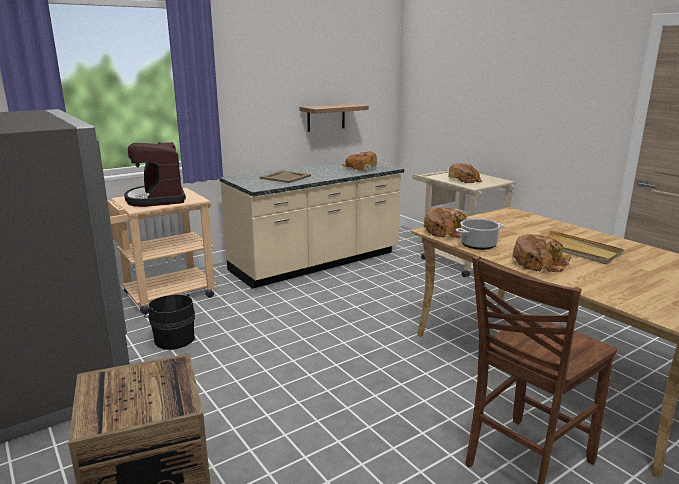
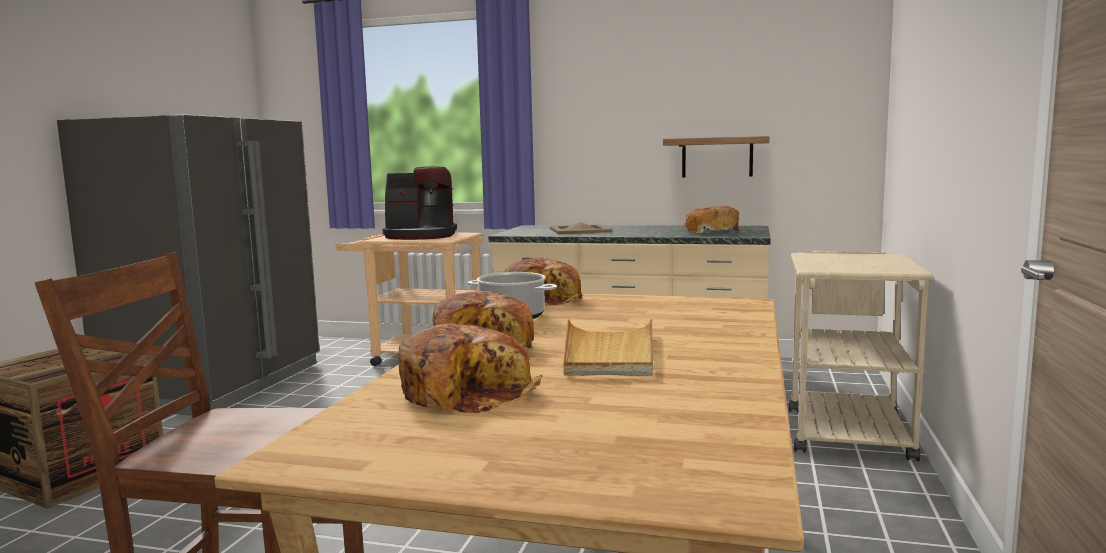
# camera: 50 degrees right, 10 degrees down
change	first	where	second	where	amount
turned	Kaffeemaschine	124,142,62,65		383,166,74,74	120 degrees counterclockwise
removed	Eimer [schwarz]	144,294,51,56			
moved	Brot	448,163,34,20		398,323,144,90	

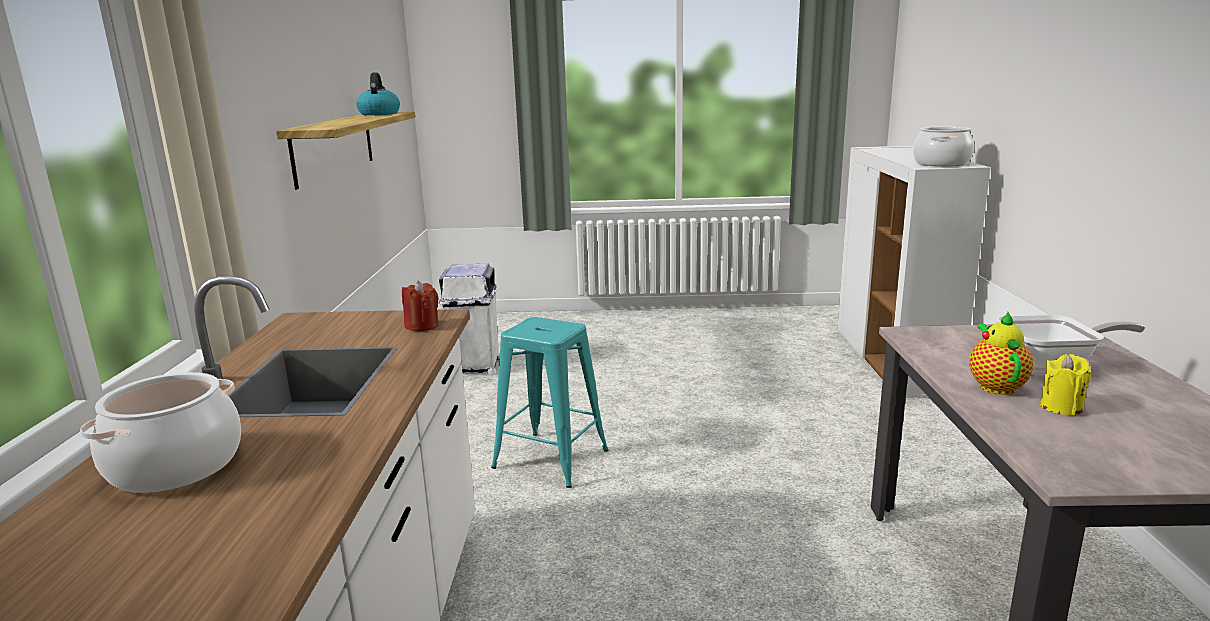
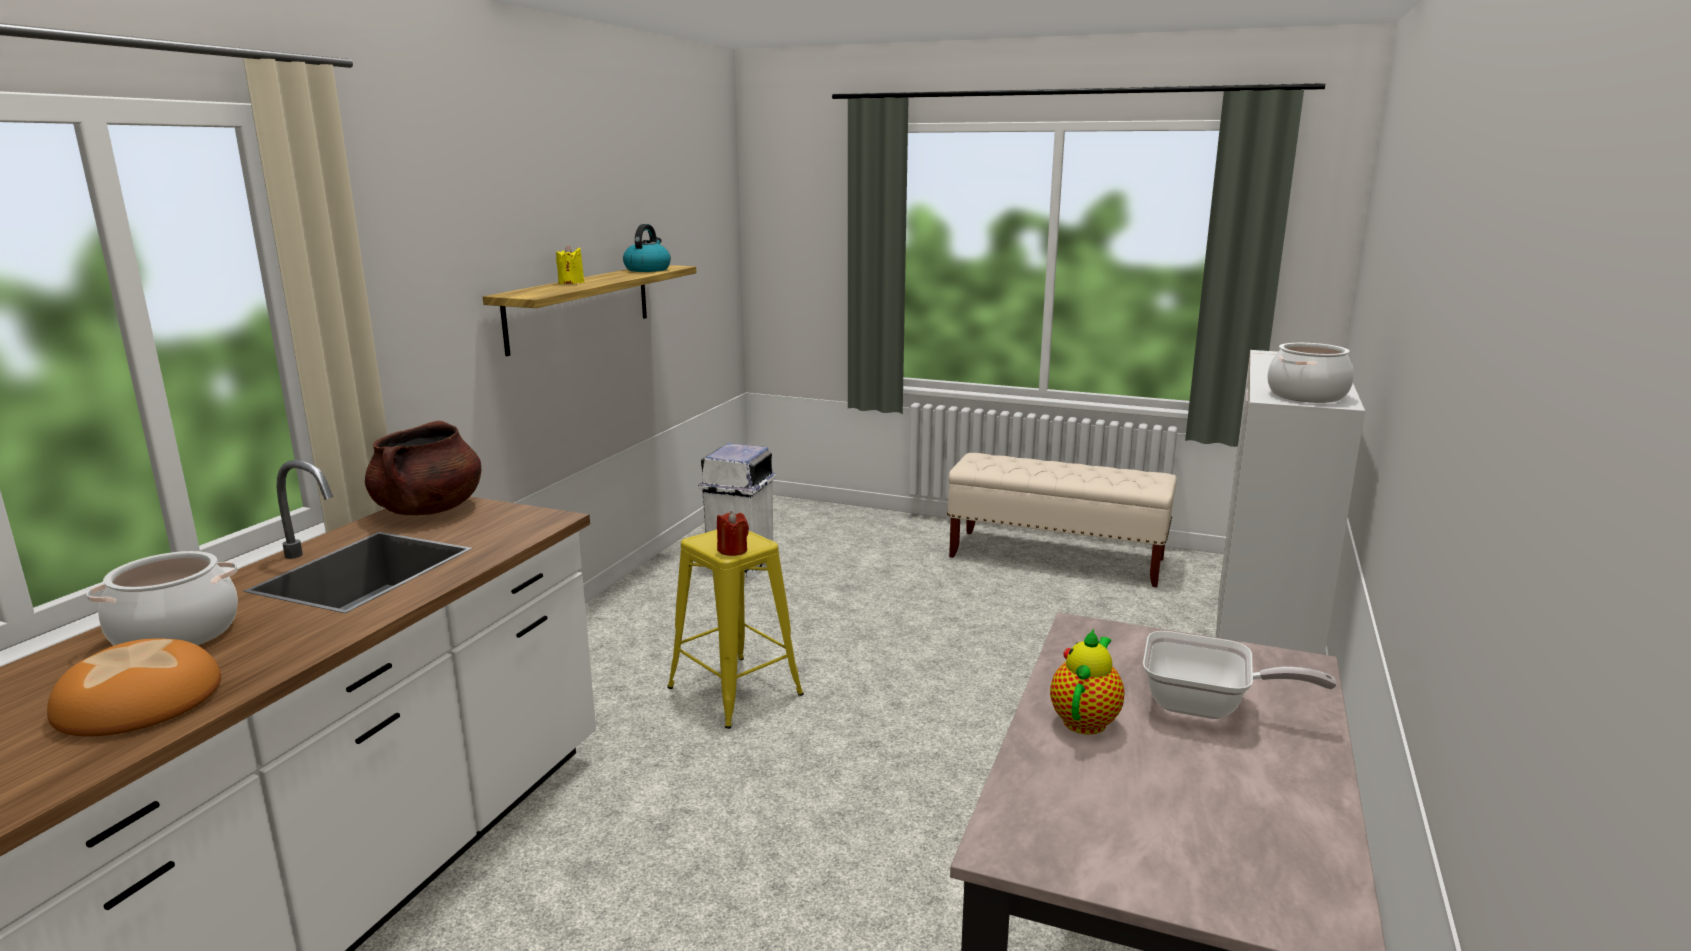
# camera: 20 degrees right, 0 degrees up
change	first	where	second	where	amount
moved	Kerze [rot]	402,281,37,50		717,511,32,45	
recoloured	Hocker [türkis]	491,317,118,171	Hocker [gelb]	667,529,137,200	
moved	Kerze [gelb]	1040,354,51,62		556,245,28,39	
added			Brot	47,638,174,98	
added			Kochtopf [braun]	365,421,117,94	
added			Bank [beige]	947,453,230,134	

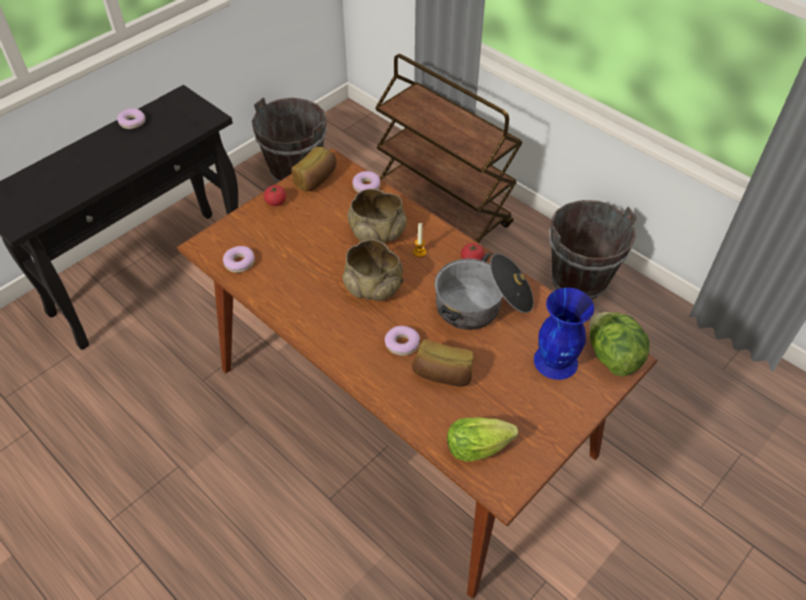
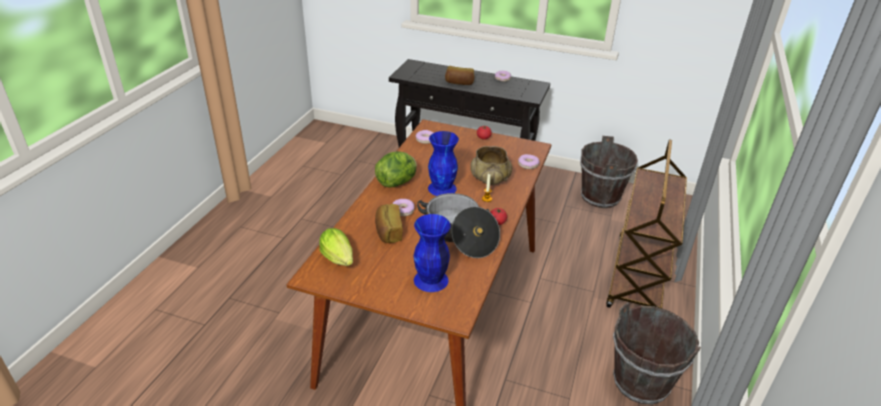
# camera: 65 degrees right, 15 degrees down
change	first	where	second	where	amount
moved	Brot	292,147,44,44		445,66,29,19	
replaced	Schüssel [beige]	343,239,61,62	Vase [blau]	428,131,31,65	
moved	Salatkopf	589,312,61,65		375,151,42,37	

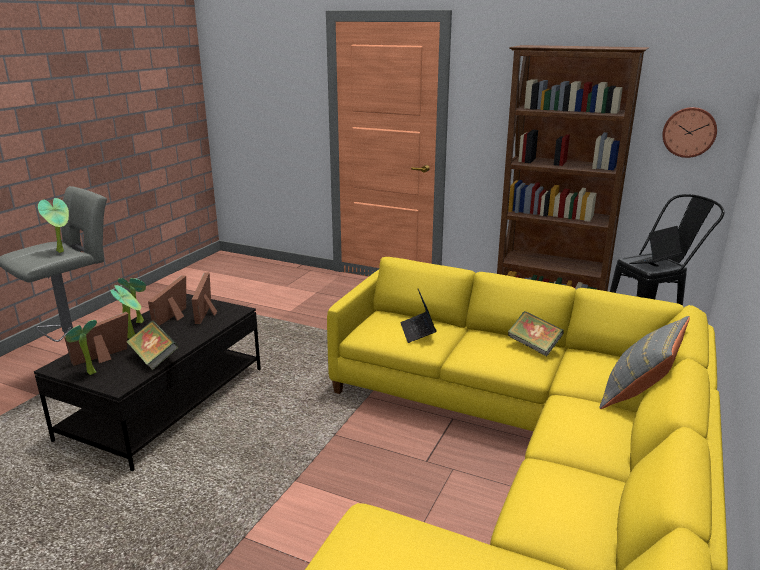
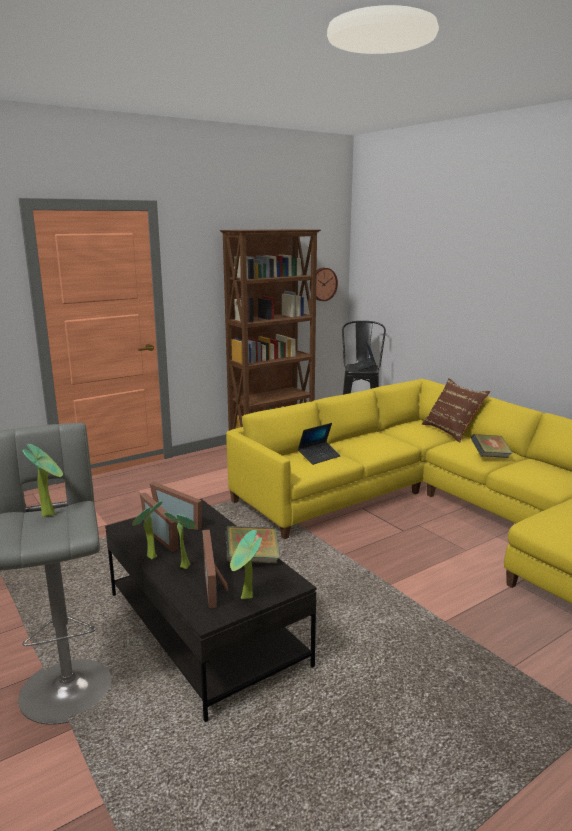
# camera: 60 degrees left, 5 degrees down
change	first	where	second	where	amount
turned	Laptop	400,289,37,54		298,423,42,42	60 degrees counterclockwise
moved	Buch	508,311,56,46		471,434,41,24	
recoloured	Kissen [grau]	599,316,91,93	Kissen [braun]	422,378,68,64	

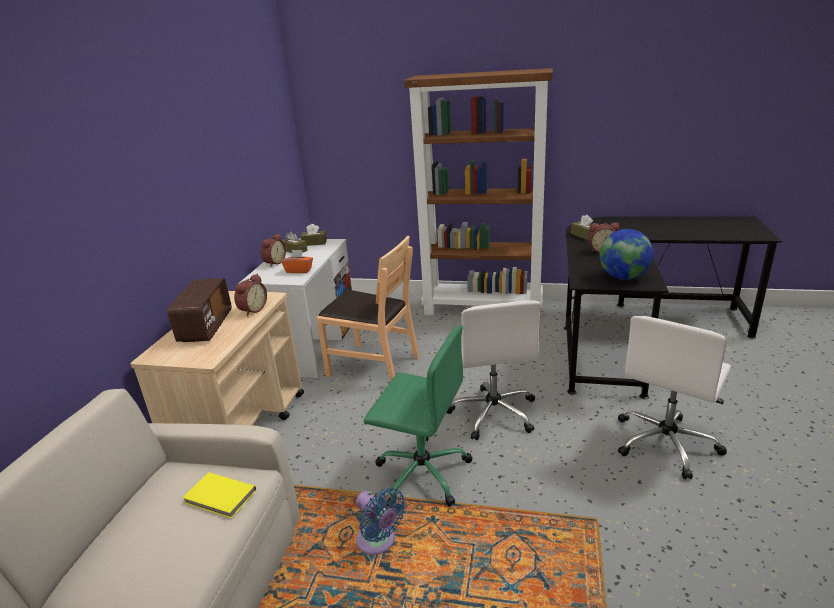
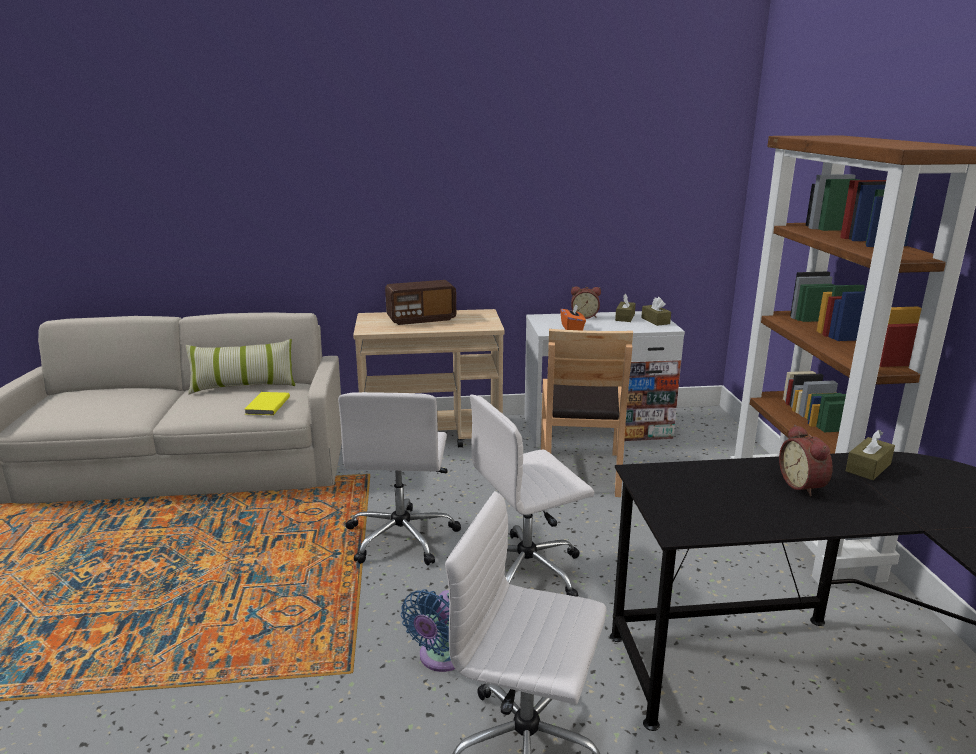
# camera: 70 degrees right, 5 degrees down
change	first	where	second	where	amount
removed	Wecker	234,274,33,42			
moved	Ventilator [blau]	356,488,50,67		401,589,54,83	
recoloured	Bürostuhl [grün]	364,325,108,182	Bürostuhl [weiß]	338,392,123,173	
removed	Globus	599,229,55,51			
added			Kissen	186,339,109,56	

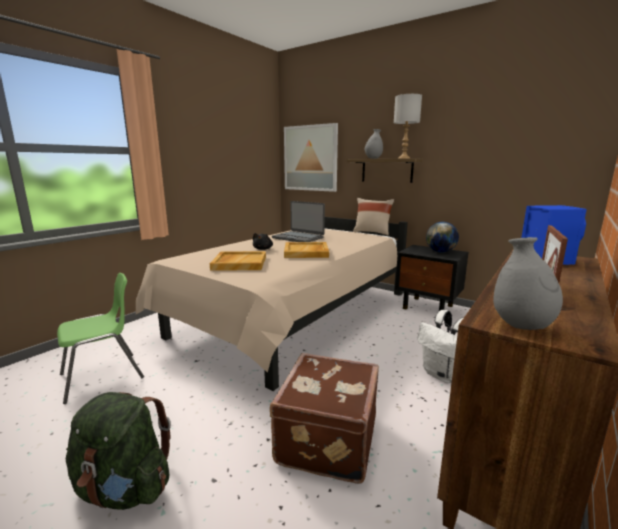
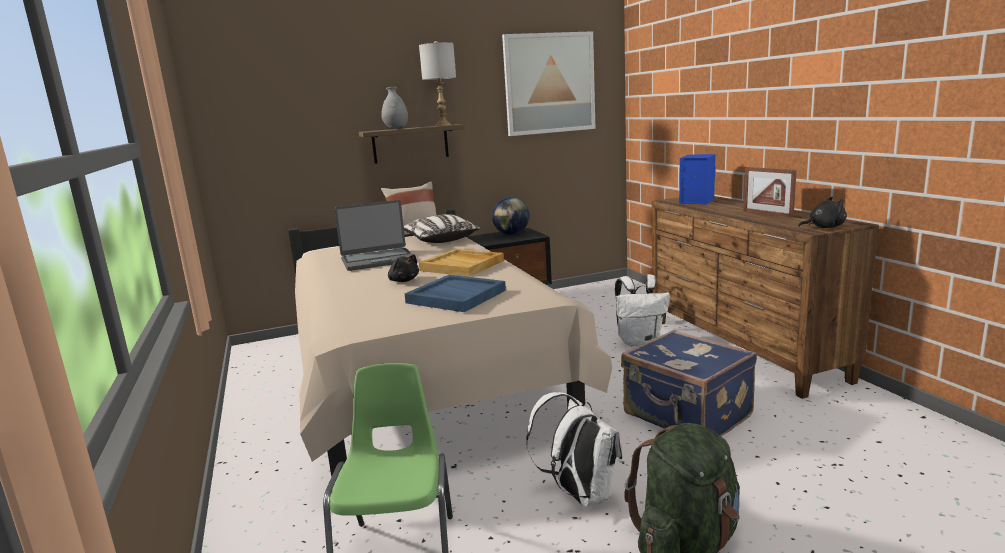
# camera: 55 degrees left, 0 degrees up
change	first	where	second	where	amount
recoloured	Tablett [beige]	210,251,56,20	Tablett [blau]	405,275,101,37	
recoloured	Koffer [braun]	270,353,109,131	Koffer [blau]	621,330,136,106	
moved	Bild	284,123,54,69		502,31,93,105	
replaced	Vase [grau]	493,237,70,93	Plüschtier [schwarz]	798,197,48,31	
added			Kissen	404,214,76,29	
added			Rucksack [weiß]	526,392,96,115	

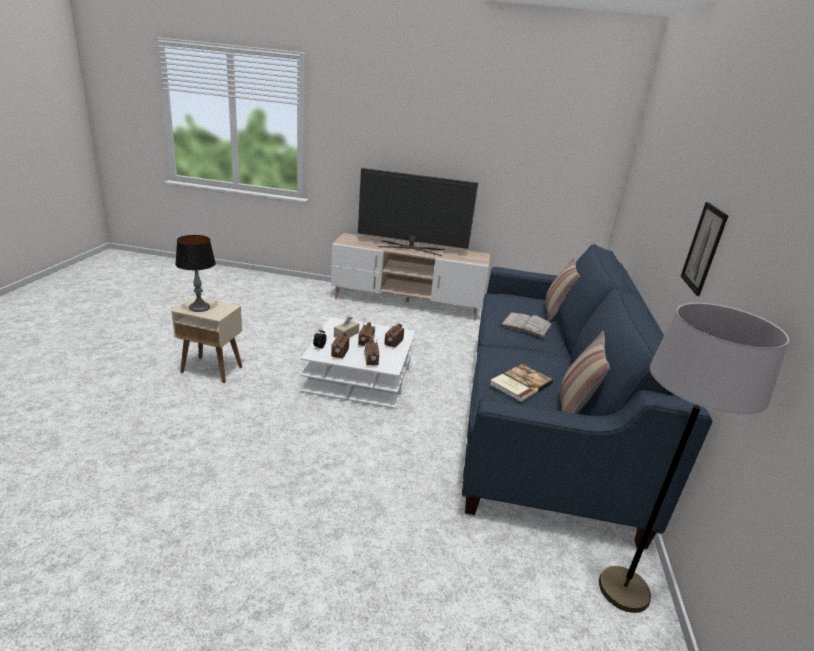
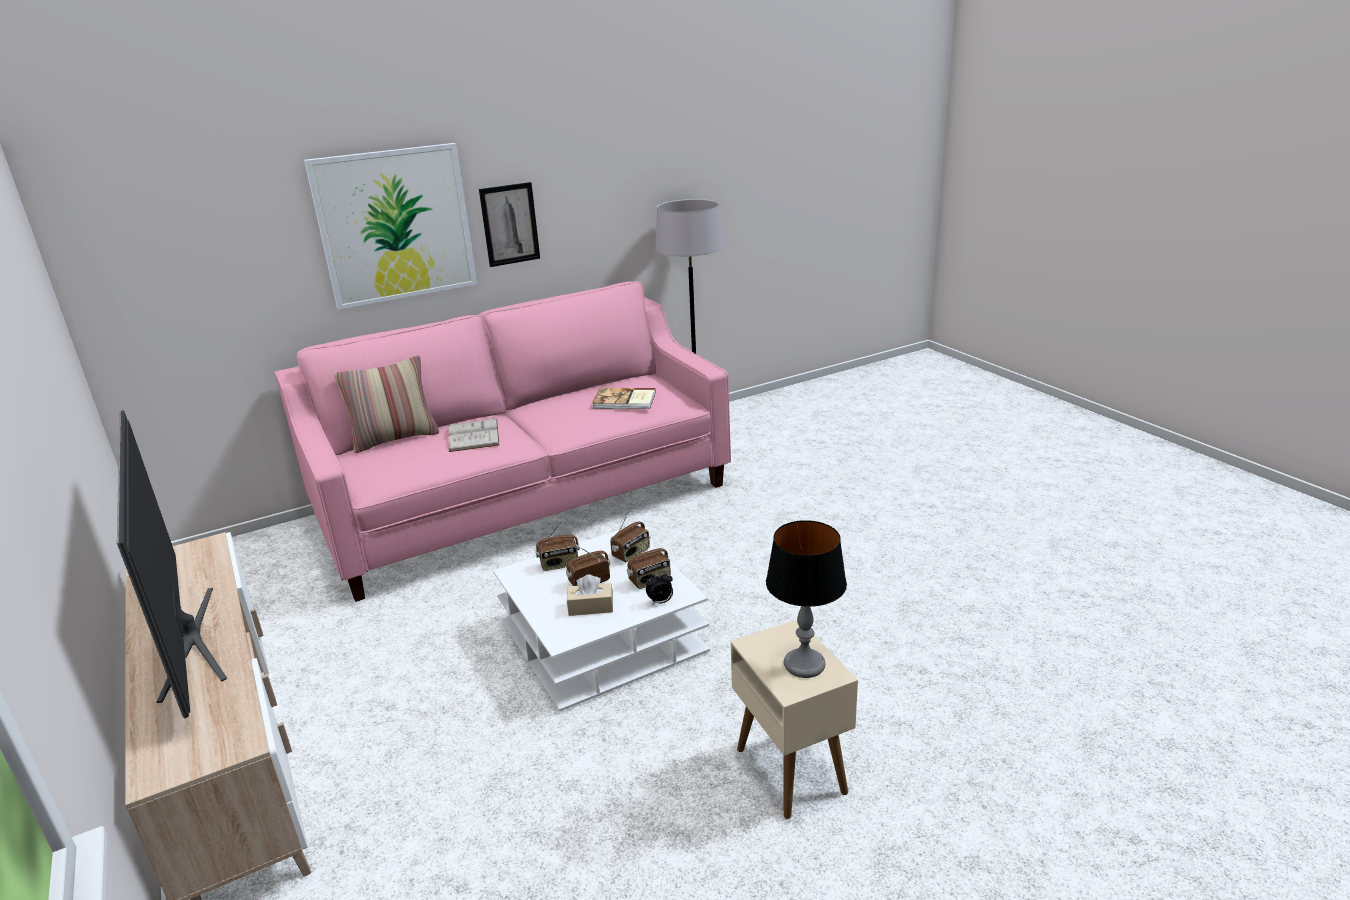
# camera: 125 degrees left, 0 degrees up
change	first	where	second	where	amount
recoloured	Sofa [blau]	462,244,250,305	Sofa [rosa]	274,281,457,321	
removed	Kissen	560,331,50,83			
added			Bild	304,143,173,167	

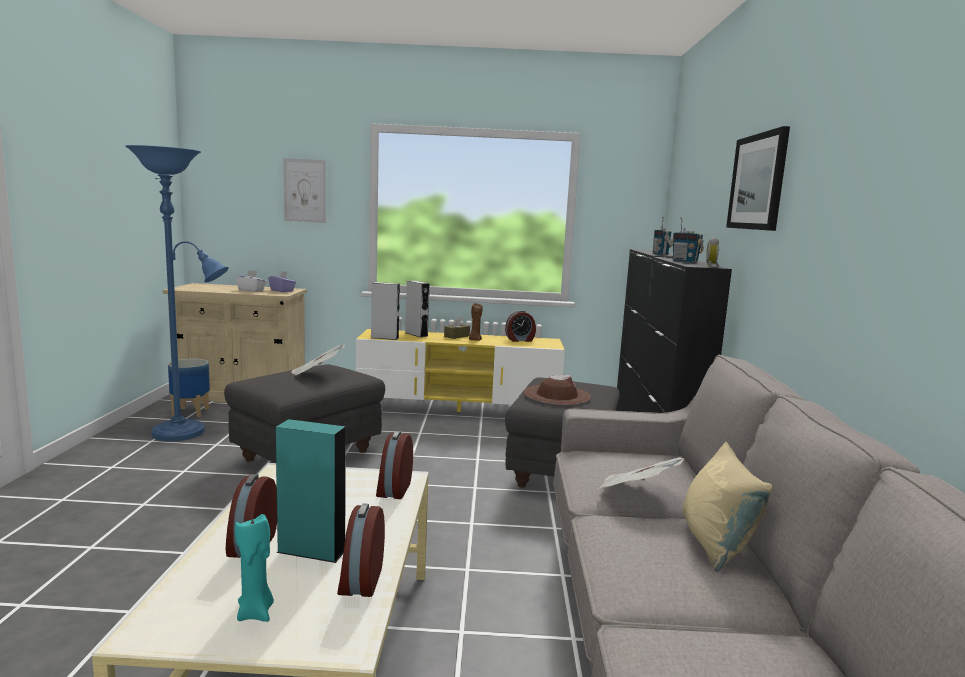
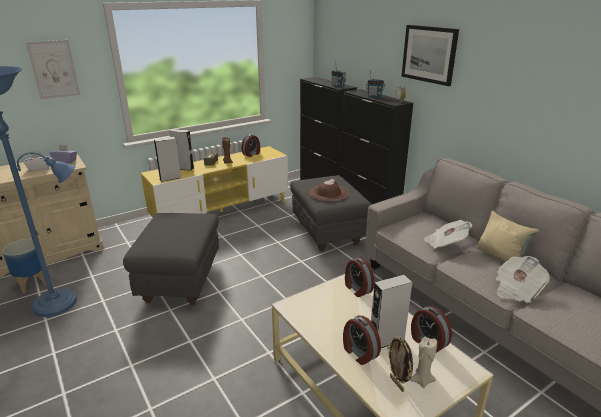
# camera: 35 degrees left, 15 degrees up
change	first	where	second	where	amount
recoloured	Kerze [türkis]	235,514,39,108	Kerze [beige]	410,337,27,51	
recoloured	Lautsprecher [türkis]	275,419,71,144	Lautsprecher [grau]	371,275,41,73	
moved	Zeitung	291,344,54,31		496,256,54,47	
added			Bilderrahmen	387,336,26,56	

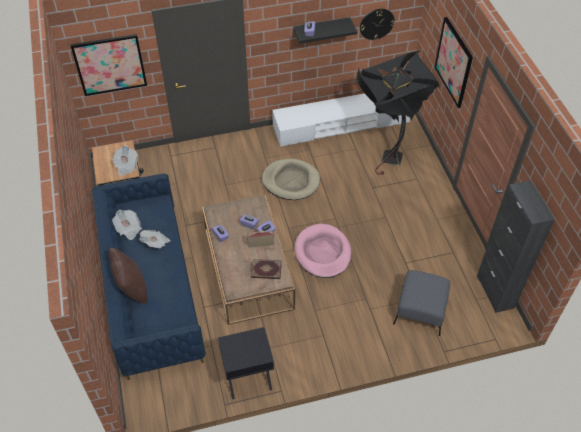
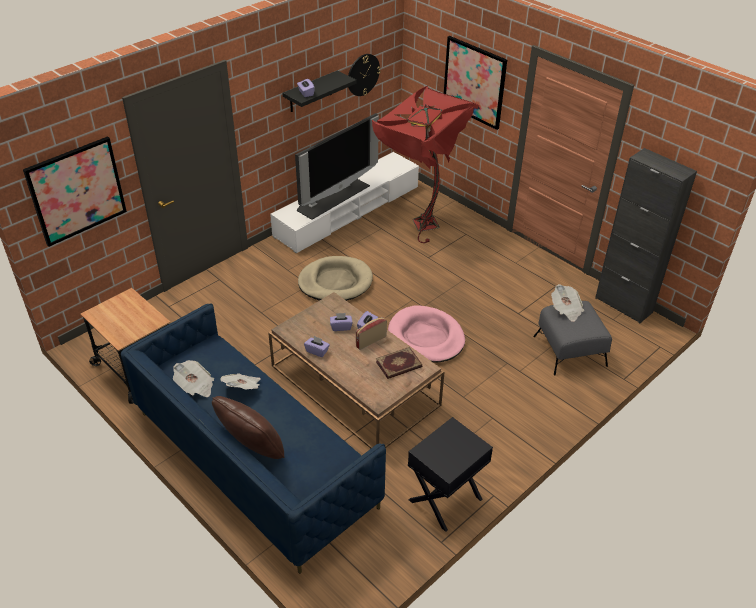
# camera: 30 degrees left, 10 degrees down
change	first	where	second	where	amount
moved	Zeitung	112,146,26,30		551,284,33,38	
recoloured	Stehlampe [schwarz]	357,51,83,124	Stehlampe [rot]	372,86,107,157	
added			Fernseher	295,113,84,107	

